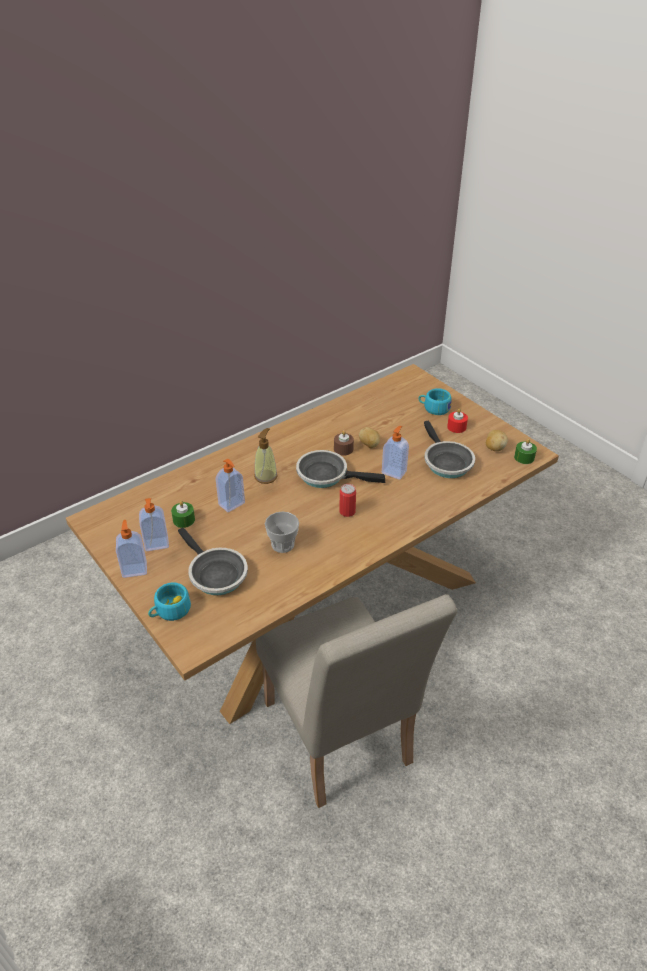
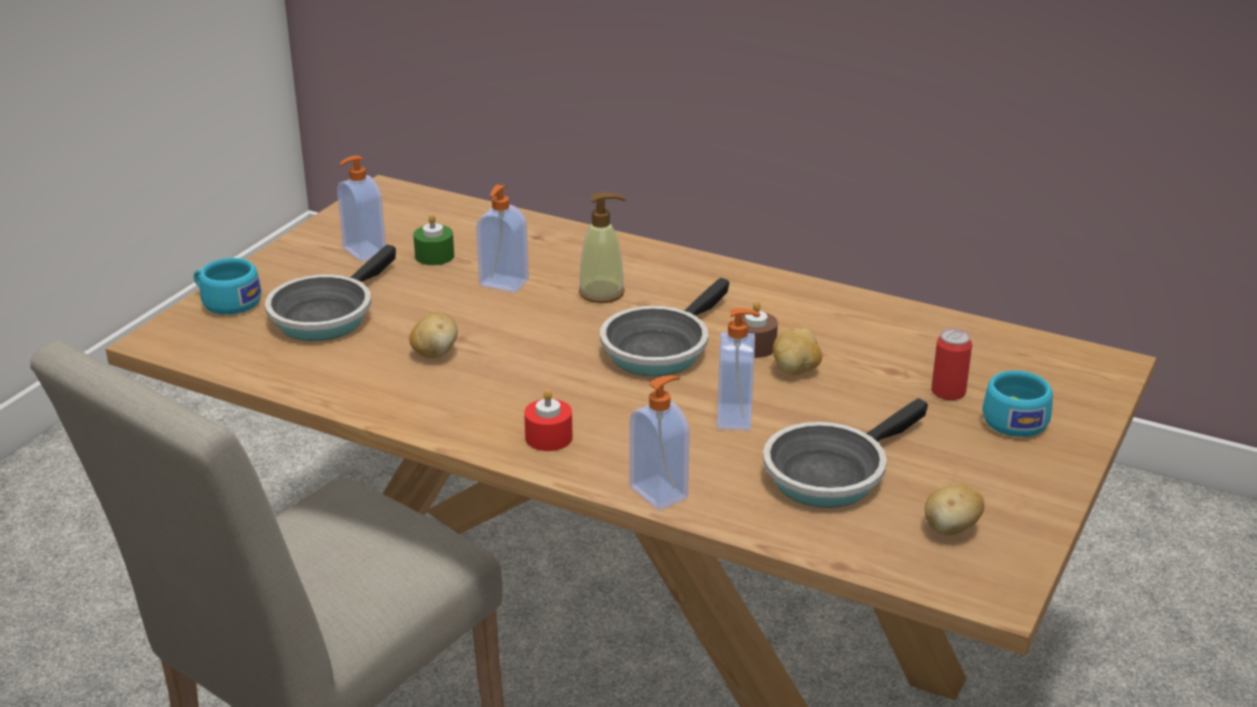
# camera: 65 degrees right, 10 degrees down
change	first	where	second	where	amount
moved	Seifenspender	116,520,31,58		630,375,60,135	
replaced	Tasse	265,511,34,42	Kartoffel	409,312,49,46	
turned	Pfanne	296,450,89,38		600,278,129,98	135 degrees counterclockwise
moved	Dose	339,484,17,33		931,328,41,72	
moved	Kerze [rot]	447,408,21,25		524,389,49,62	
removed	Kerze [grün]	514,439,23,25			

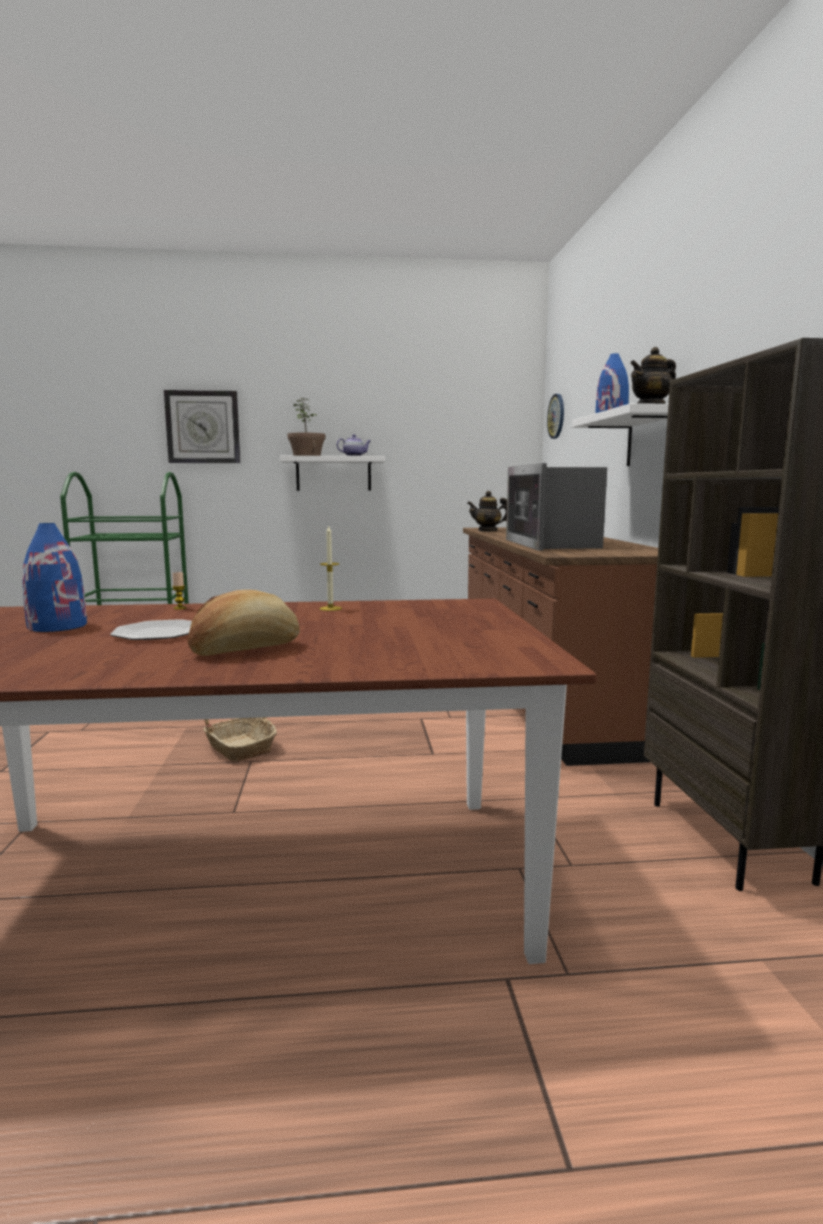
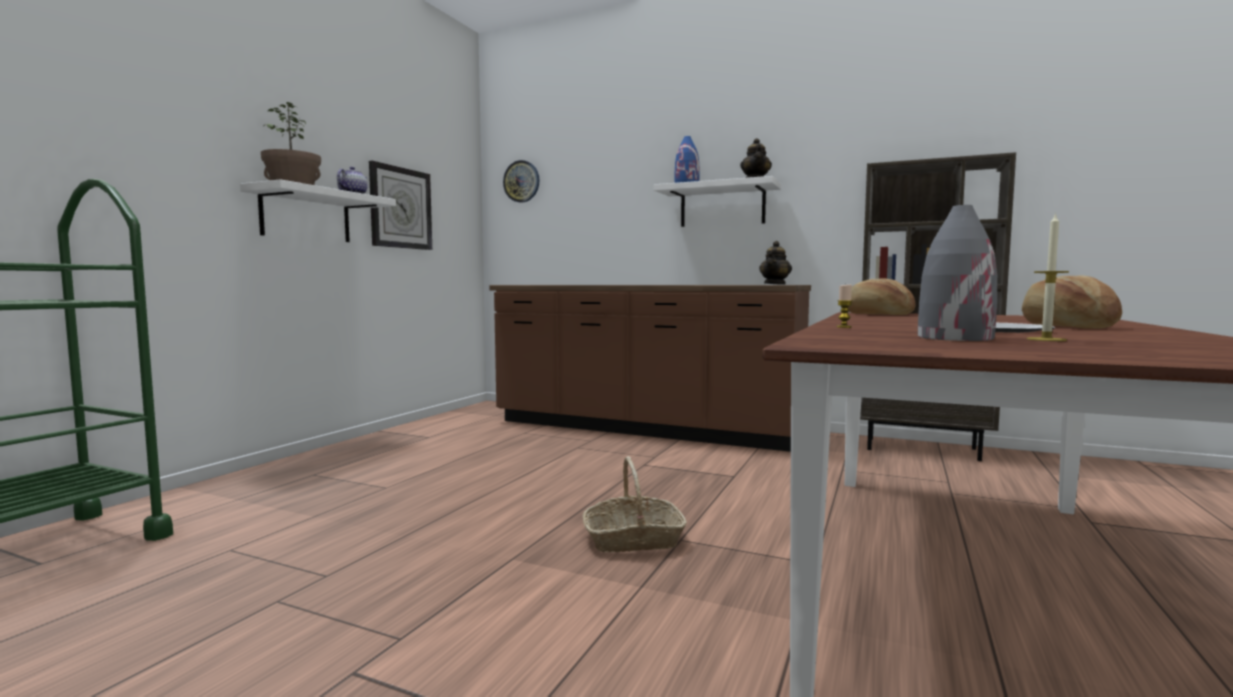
# camera: 60 degrees left, 5 degrees down
change	first	where	second	where	amount
recoloured	Vase [blau]	22,523,65,109	Vase [grau]	918,205,79,136	
moved	Wanduhr	164,390,76,73		369,161,63,89	
moved	Kerze	320,526,22,85		1026,213,43,128	
moved	Teekanne	467,491,40,41		759,241,33,44	
removed	Mikrowelle	506,463,101,88			
added			Brot	848,279,67,36	

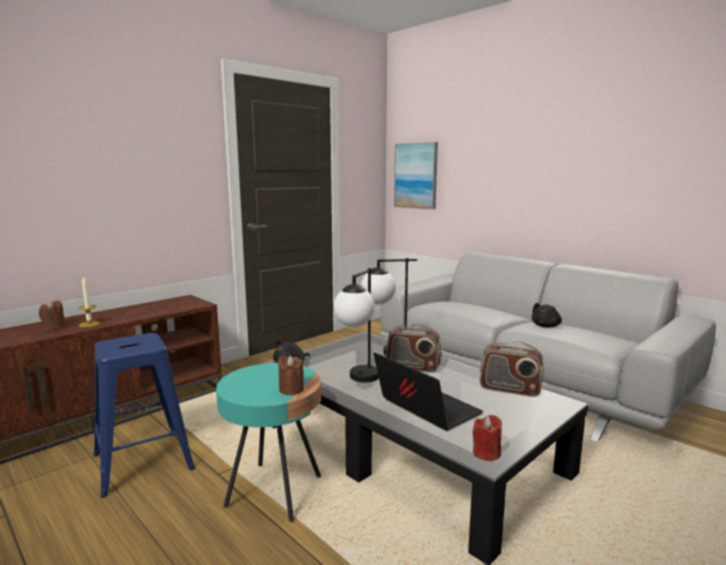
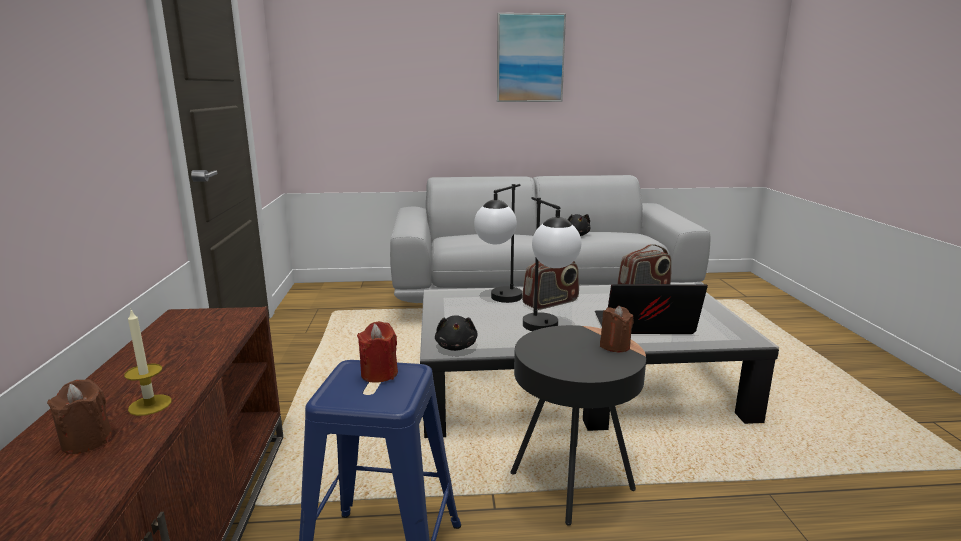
# camera: 50 degrees left, 5 degrees up
change	first	where	second	where	amount
recoloured	Beistelltisch [türkis]	216,363,105,159	Beistelltisch [schwarz]	510,325,136,201	
moved	Bild	394,142,44,67		497,13,69,89	
moved	Kerze [rot]	472,415,30,46		357,321,41,62	

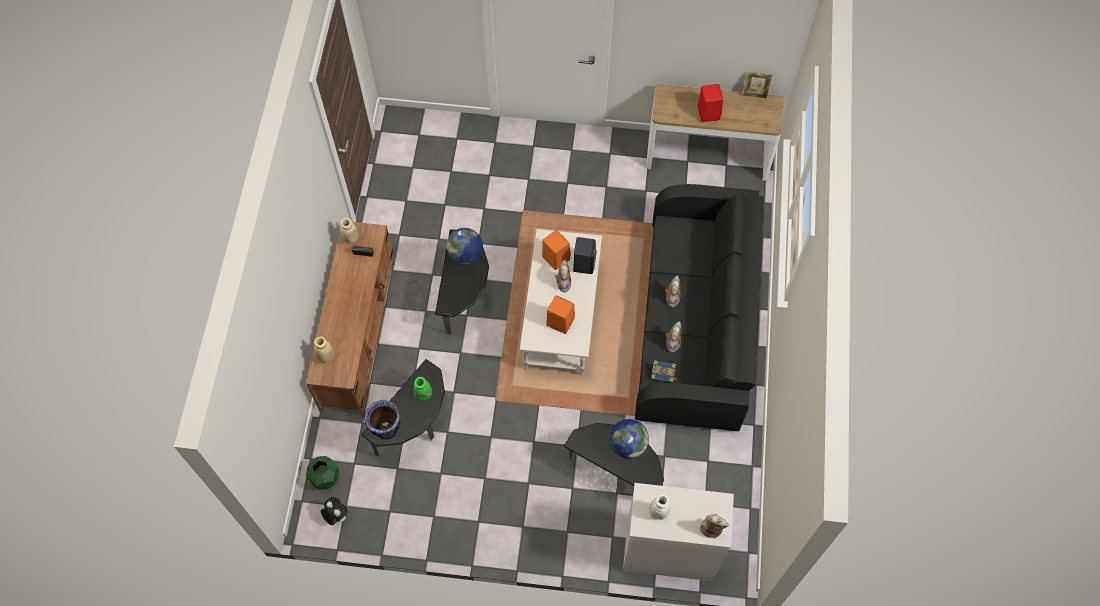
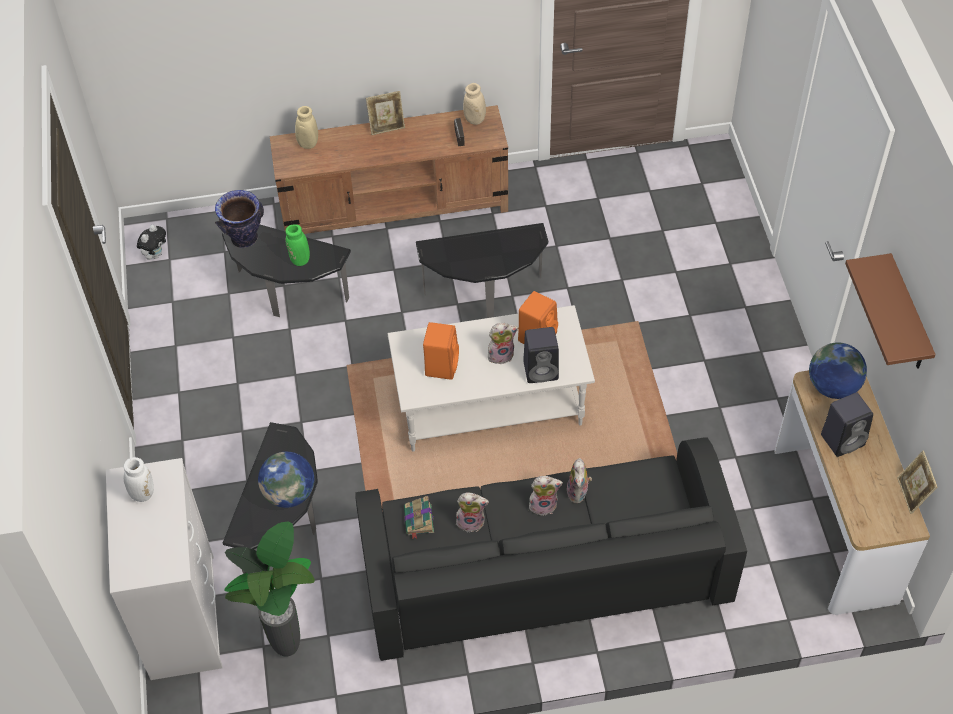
# camera: 75 degrees right, 10 degrees down
change	first	where	second	where	amount
removed	Pflanzkübel [grün]	306,456,33,34			
moved	Globus	446,228,37,36		809,342,58,57	
recoloured	Lautsprecher [rot]	698,84,25,38	Lautsprecher [schwarz]	821,393,52,64	
moved	Plüschtier	700,514,29,25		567,458,25,45	
added			Topfpflanze	225,521,90,136	
added			Bilderrahmen	366,91,39,44	
added			Wandregal [braun]	845,253,91,116	

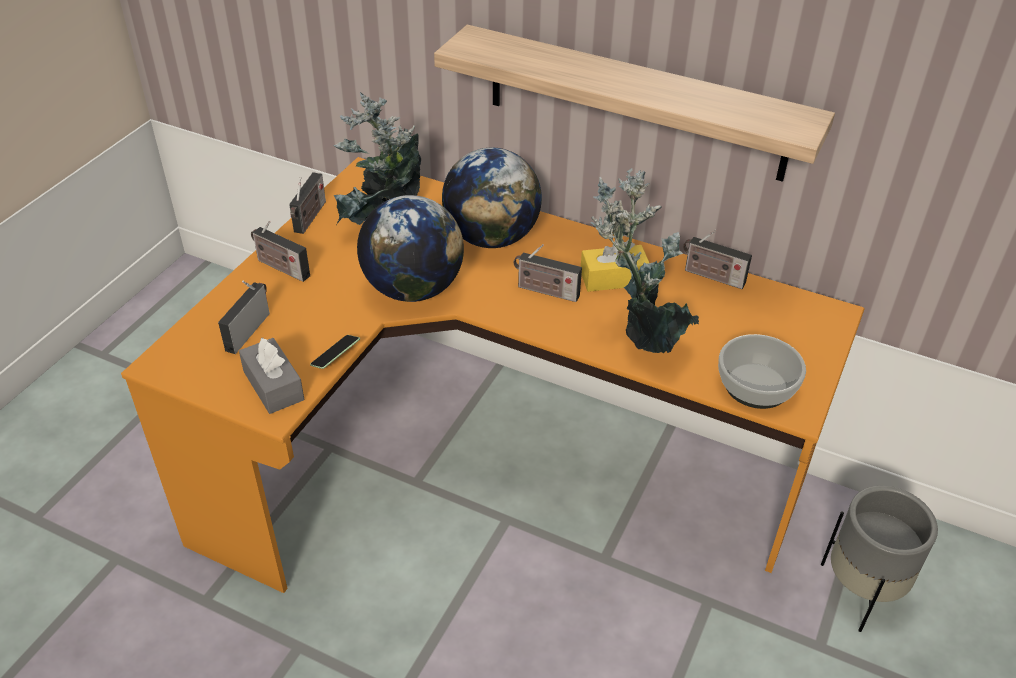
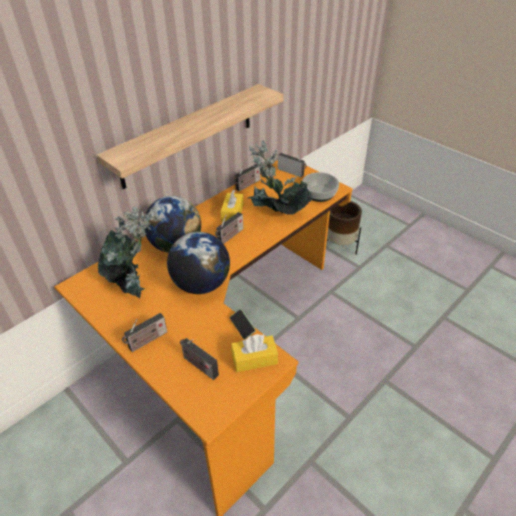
# camera: 70 degrees left, 0 degrees up
change	first	where	second	where	amount
recoloured	Taschentuchbox [grau]	239,338,65,76	Taschentuchbox [gelb]	231,334,47,38	
moved	Radio	289,172,37,62		278,151,29,26	
recoloured	Pflanzkübel [grau]	821,486,117,146	Pflanzkübel [braun]	327,201,35,54	

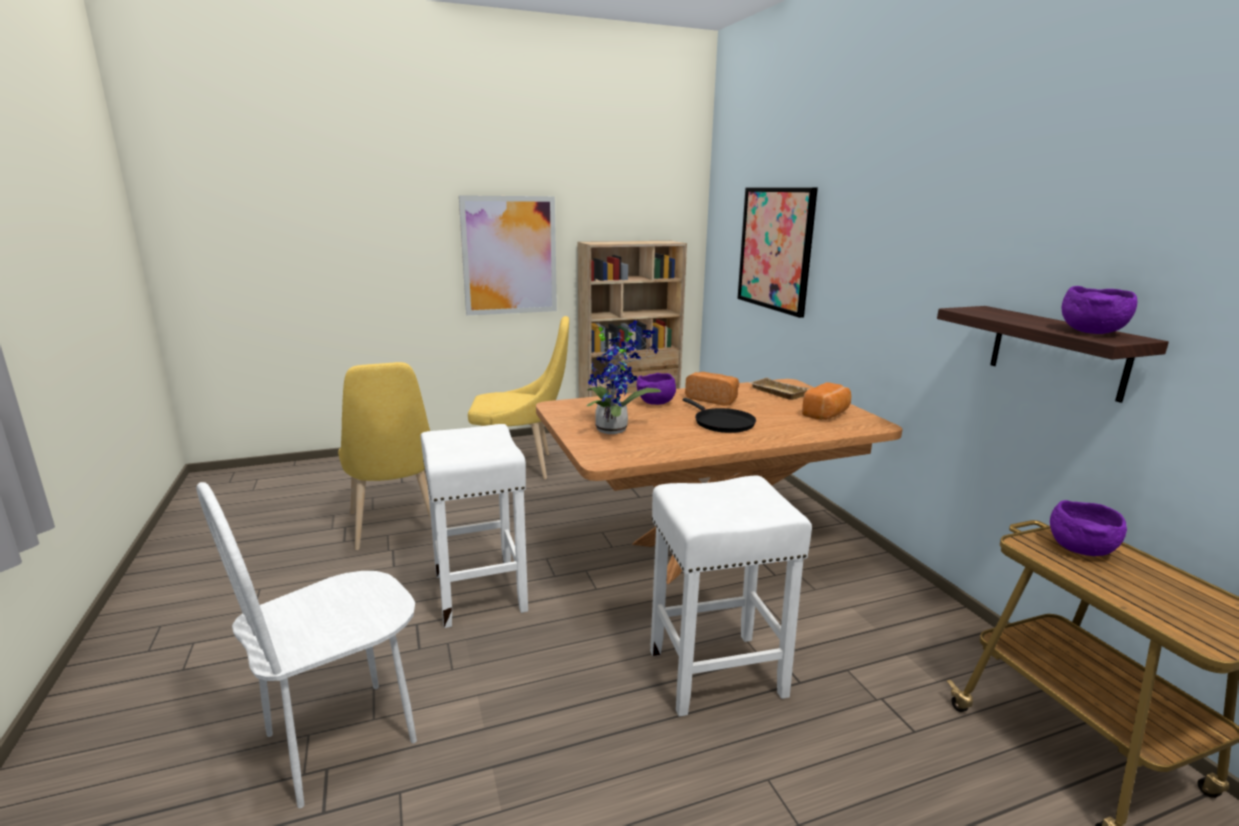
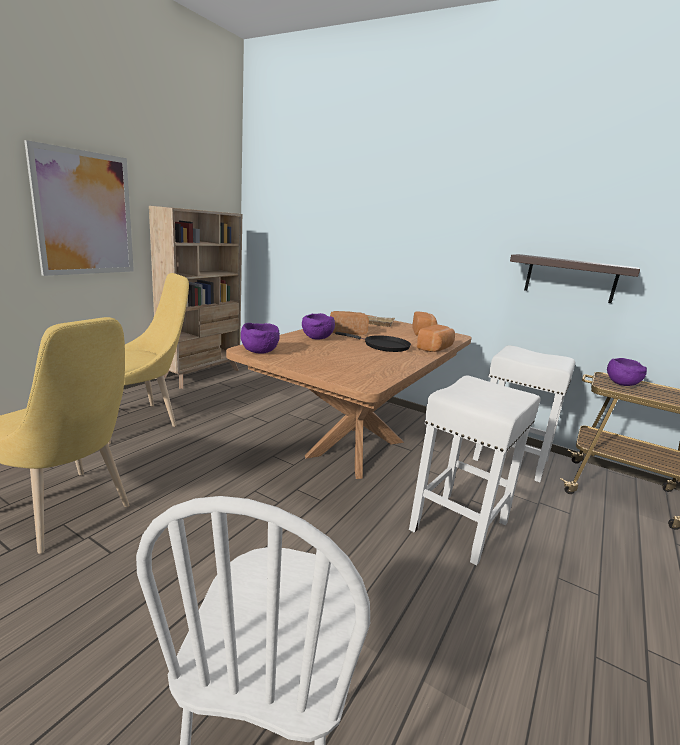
# camera: 40 degrees left, 0 degrees up
change	first	where	second	where	amount
moved	Hocker [weiß]	420,424,108,204		473,345,102,137	
removed	Topfpflanze	587,320,75,114			
removed	Bild	737,187,81,131			
moved	Schüssel [lila]	1062,286,75,48		241,323,39,31	
added			Brot	417,324,38,28	

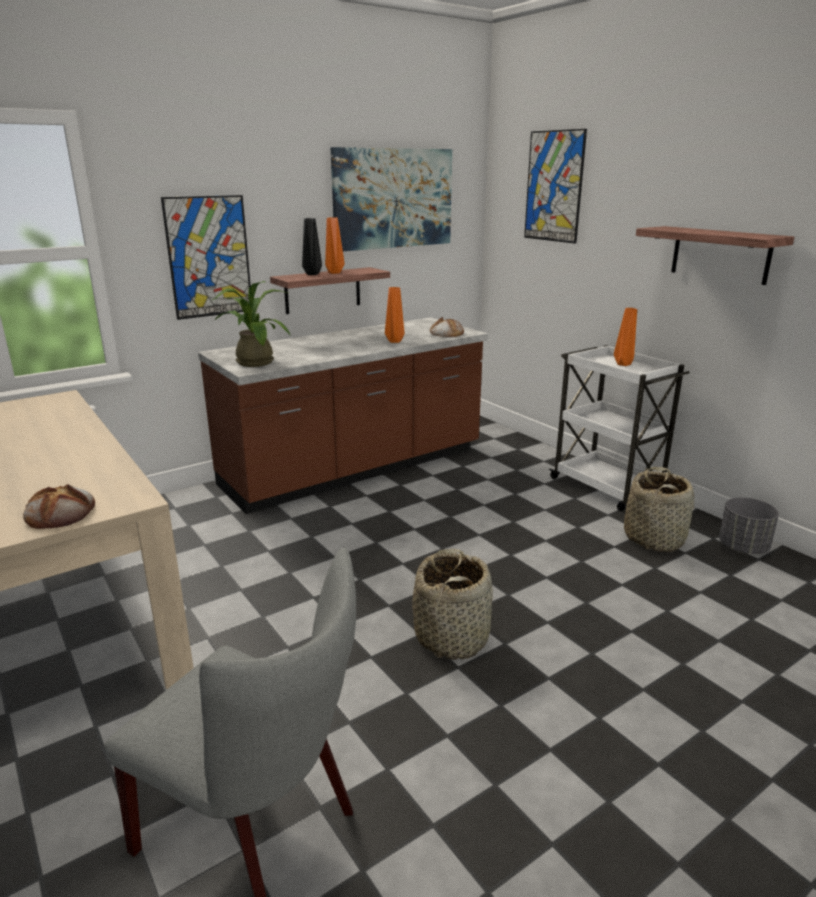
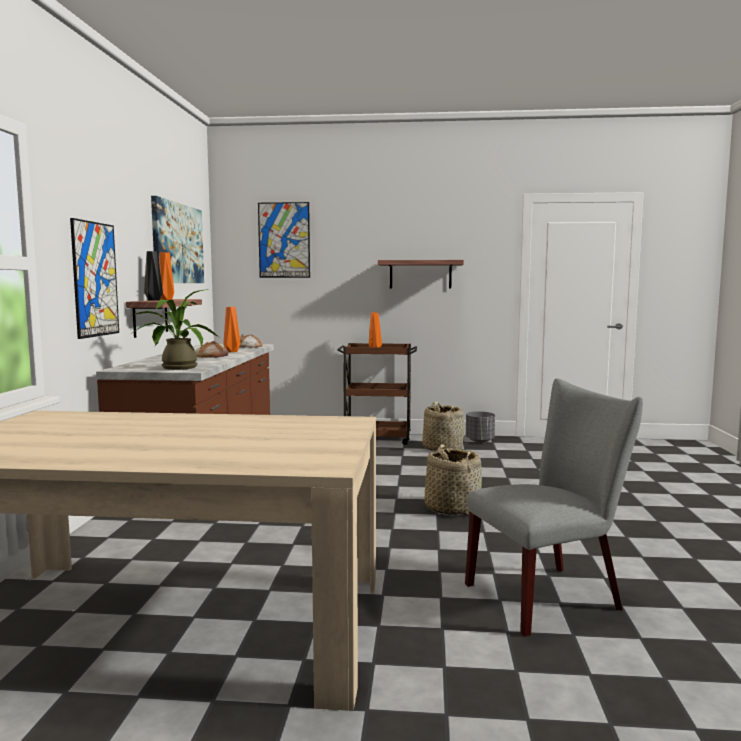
# camera: 50 degrees left, 15 degrees down
change	first	where	second	where	amount
moved	Brot	23,484,72,45		195,341,33,17	
recoloured	Rollwagen [weiß]	549,345,141,166	Rollwagen [braun]	337,343,80,102	

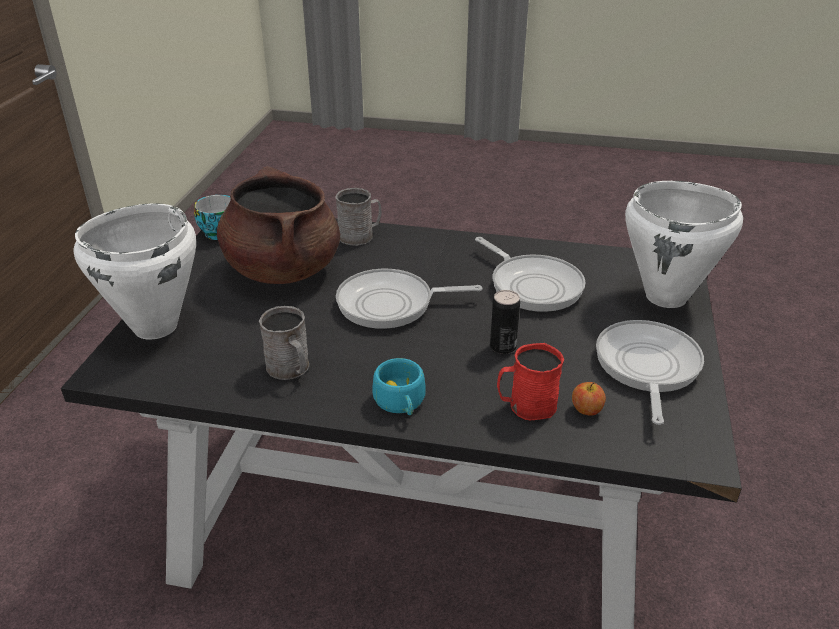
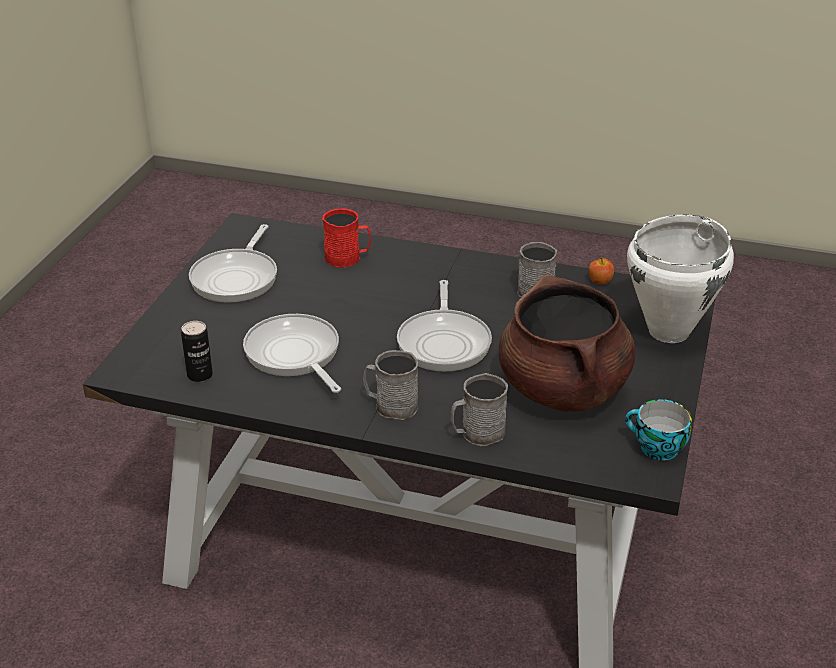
# camera: 175 degrees left, 0 degrees up
change	first	where	second	where	amount
turned	Pfanne	336,269,146,60		397,280,95,92	90 degrees clockwise
removed	Tasse [türkis]	372,358,54,57			
moved	Dose	490,290,30,64		181,321,32,61	
moved	Apfel	572,382,34,34		589,258,25,26	
removed	Kochtopf [weiß]	625,181,118,127			
added			Henkelbecher [grau]	363,350,55,70	

